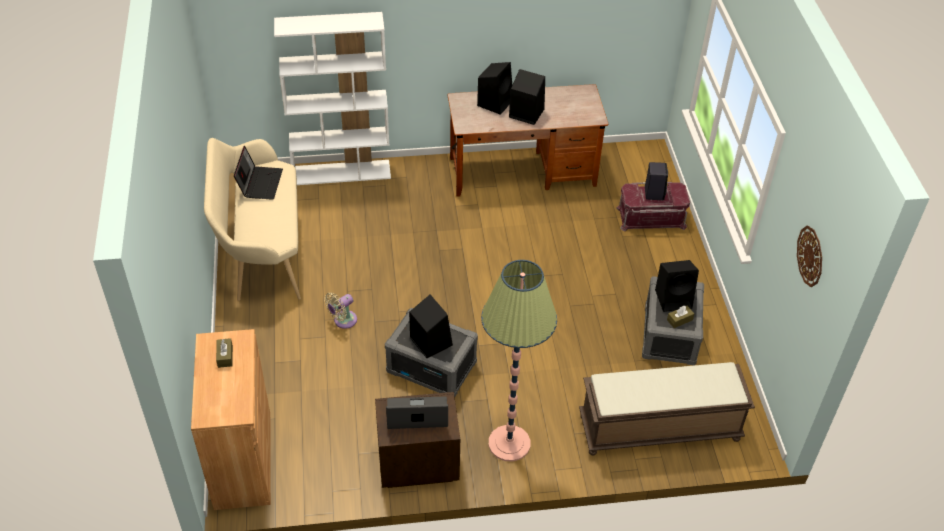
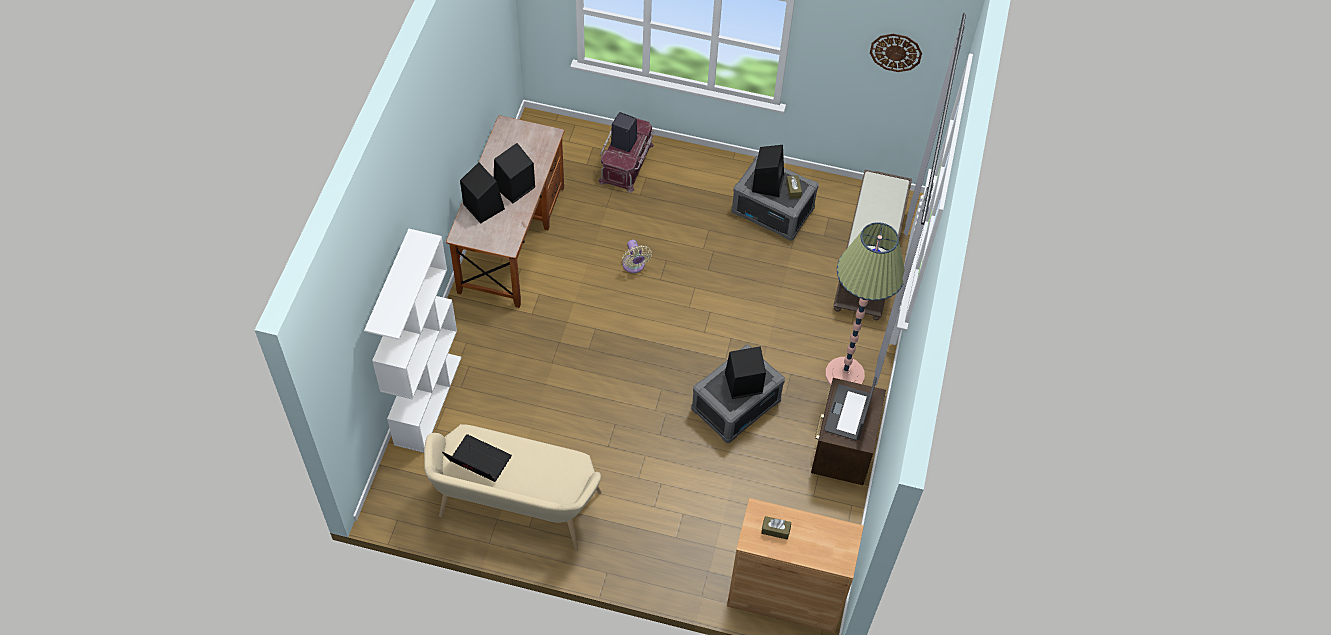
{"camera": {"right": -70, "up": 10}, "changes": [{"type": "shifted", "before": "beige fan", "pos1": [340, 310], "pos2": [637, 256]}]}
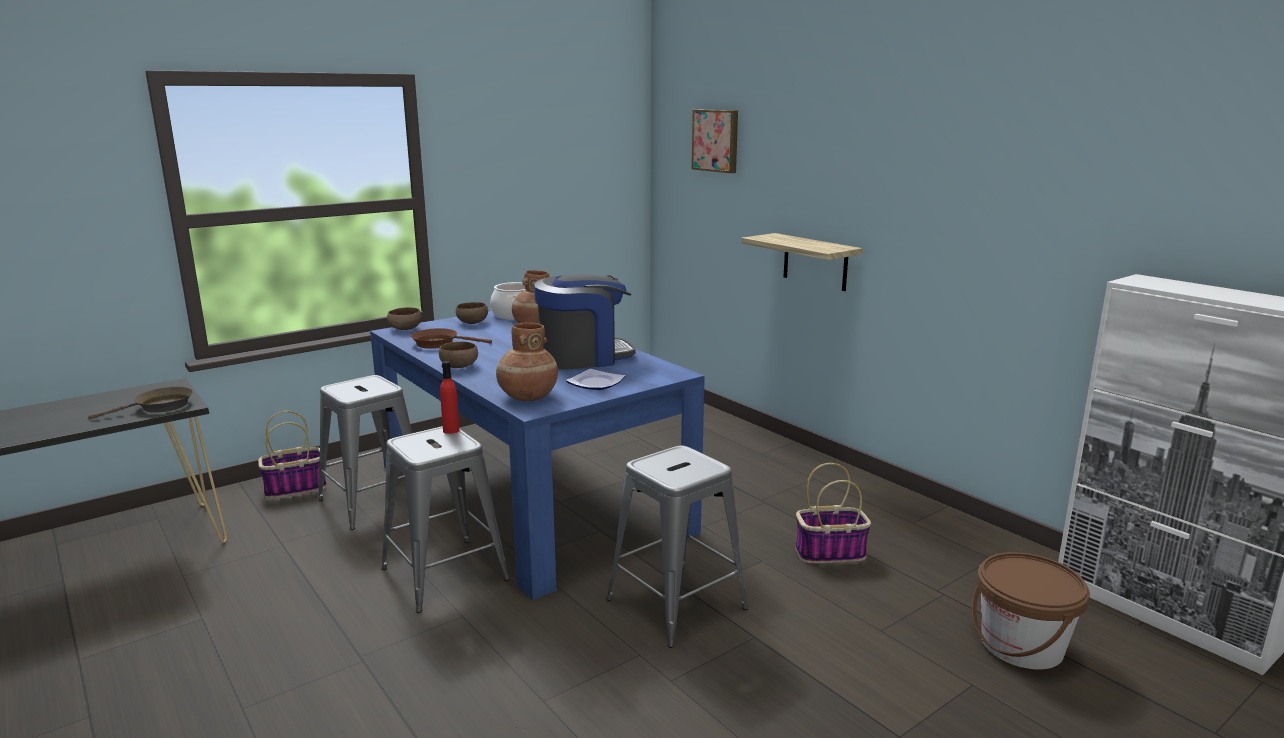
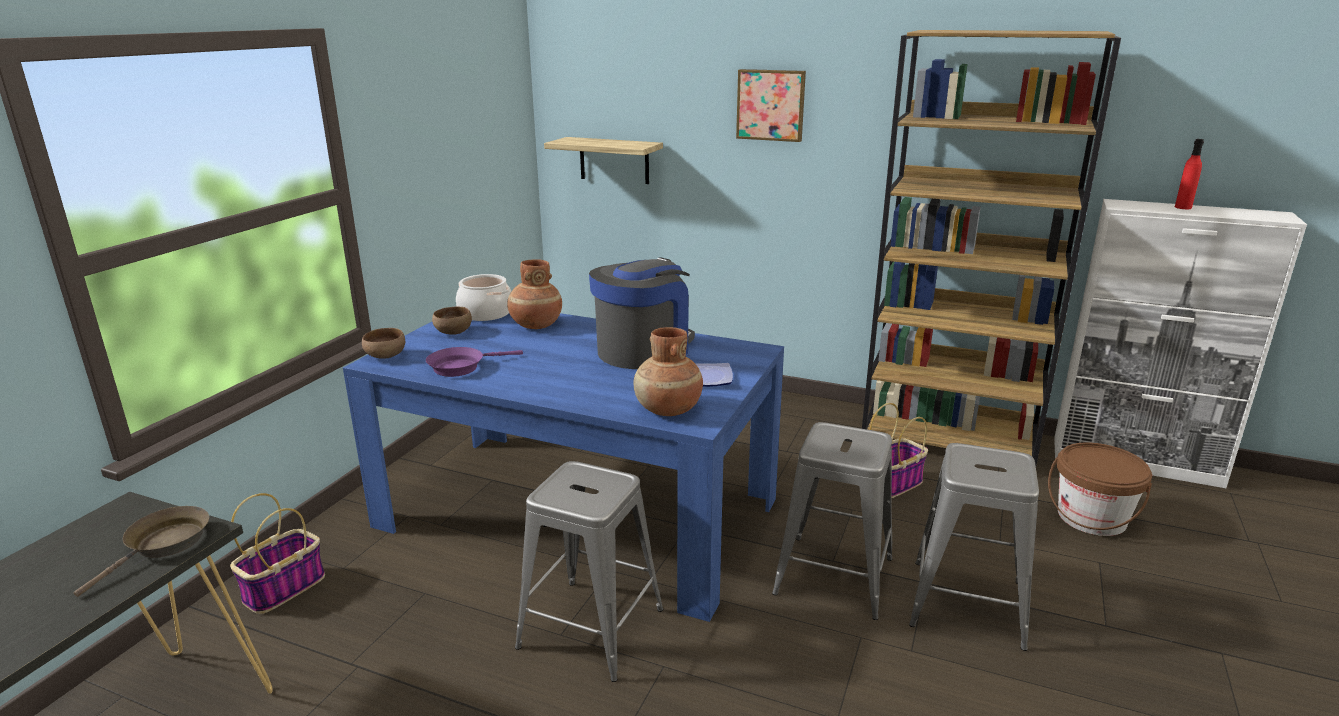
{"camera": {"right": -30, "up": 5}, "changes": [{"type": "shifted", "before": "picture", "pos1": [715, 141], "pos2": [771, 105]}, {"type": "shifted", "before": "shelf", "pos1": [802, 262], "pos2": [603, 160]}, {"type": "repainted", "before": "brown frying pan", "after": "purple frying pan", "pos1": [451, 338], "pos2": [474, 362]}, {"type": "gone", "before": "brown bowl", "pos1": [458, 354]}, {"type": "shifted", "before": "red bottle", "pos1": [449, 397], "pos2": [1189, 174]}, {"type": "shifted", "before": "grey stool", "pos1": [365, 452], "pos2": [974, 547]}, {"type": "new", "after": "brown bookcase", "pos2": [991, 248]}]}
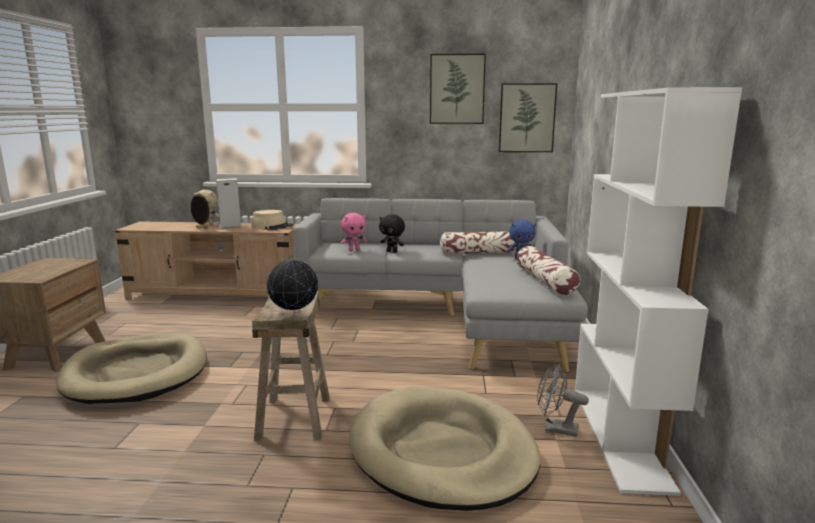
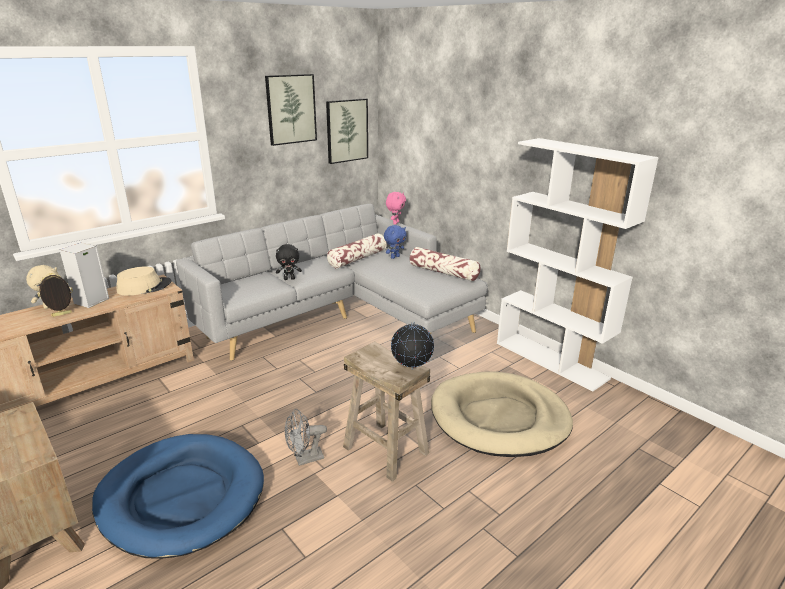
{"camera": {"right": -45, "up": 10}, "changes": [{"type": "shifted", "before": "pink plush toy", "pos1": [354, 232], "pos2": [396, 208]}, {"type": "repainted", "before": "beige dog bed", "after": "blue dog bed", "pos1": [132, 368], "pos2": [178, 496]}, {"type": "shifted", "before": "grey fan", "pos1": [563, 400], "pos2": [306, 437]}]}
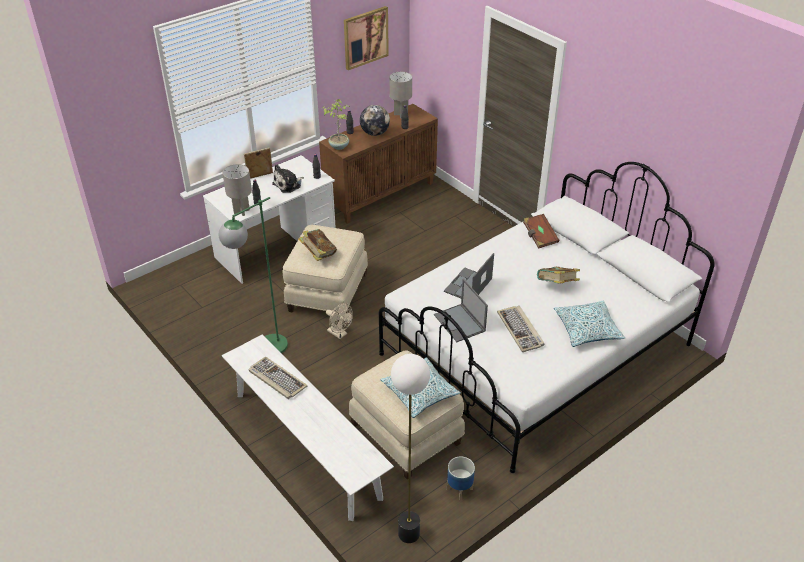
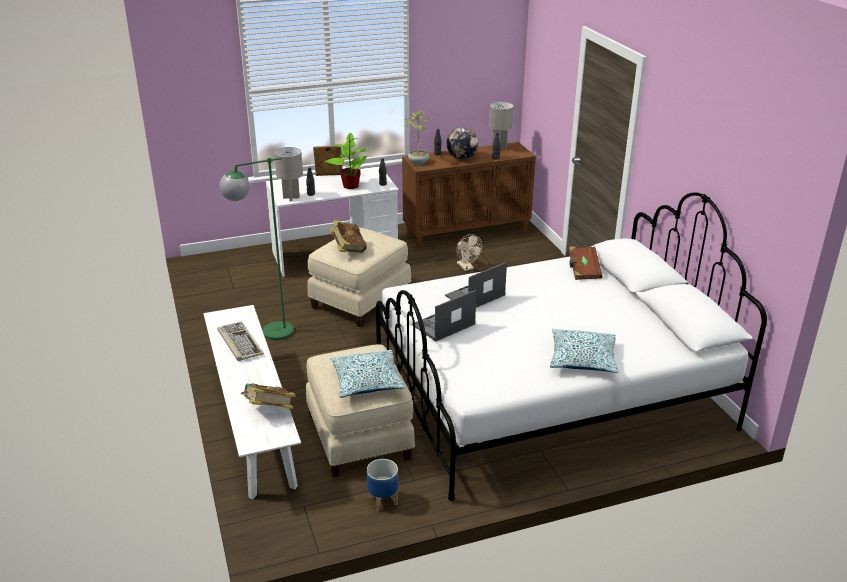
{"camera": {"right": 20, "up": -10}, "changes": [{"type": "gone", "before": "picture", "pos1": [366, 38]}, {"type": "swapped", "before": "plush toy", "after": "potted plant", "pos1": [288, 178], "pos2": [346, 161]}, {"type": "shifted", "before": "book", "pos1": [558, 275], "pos2": [268, 396]}, {"type": "rotated", "before": "laptop", "pos1": [461, 310], "pos2": [444, 316], "turn": 60}, {"type": "shifted", "before": "beige fan", "pos1": [339, 321], "pos2": [469, 252]}, {"type": "gone", "before": "keyboard", "pos1": [520, 329]}, {"type": "gone", "before": "floor lamp", "pos1": [410, 448]}]}
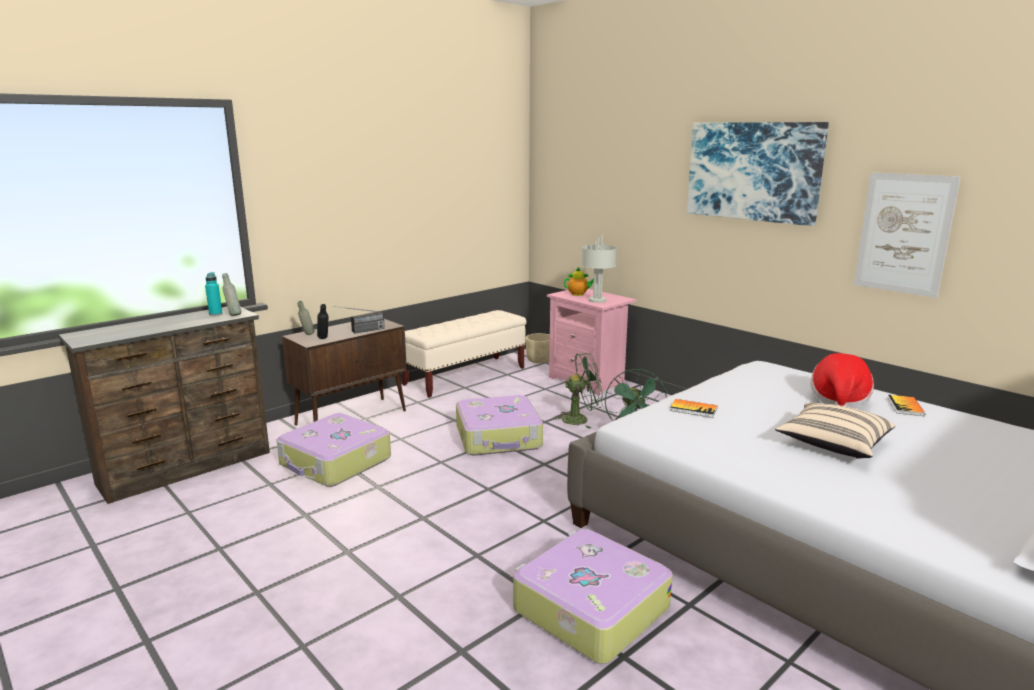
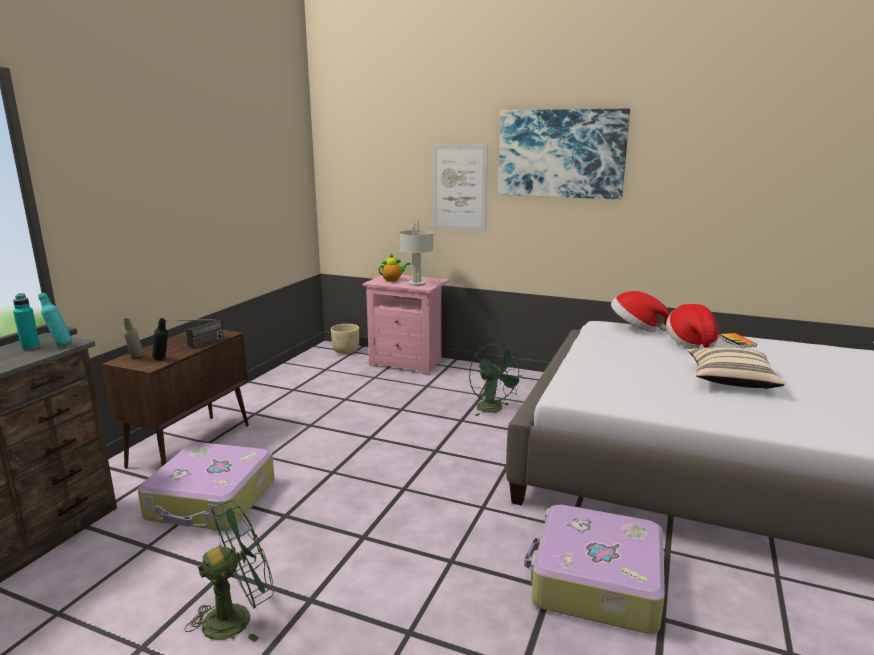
{"camera": {"right": -25, "up": 0}, "changes": [{"type": "shifted", "before": "picture", "pos1": [907, 235], "pos2": [460, 188]}, {"type": "repainted", "before": "grey bottle", "after": "turquoise bottle", "pos1": [231, 294], "pos2": [55, 320]}, {"type": "gone", "before": "beige bench", "pos1": [464, 354]}, {"type": "shifted", "before": "green fan", "pos1": [578, 391], "pos2": [229, 571]}, {"type": "gone", "before": "suitcase", "pos1": [499, 425]}, {"type": "gone", "before": "book", "pos1": [693, 408]}, {"type": "new", "after": "hat", "pos2": [640, 311]}]}
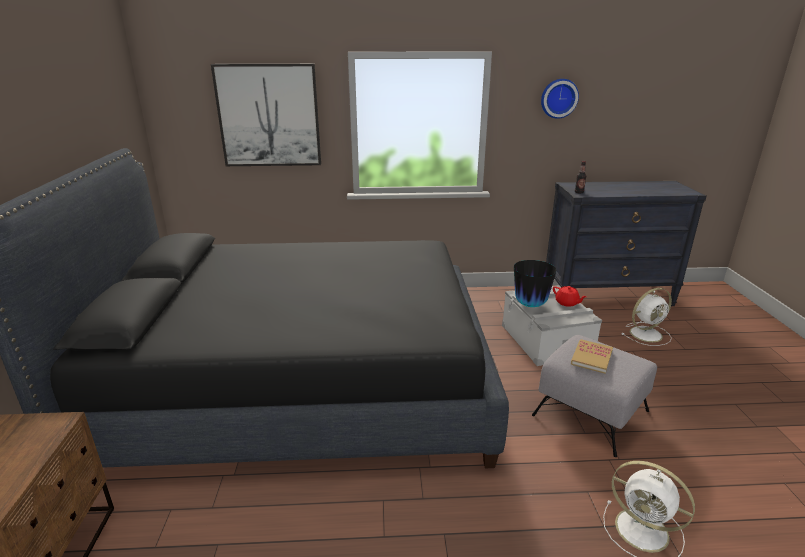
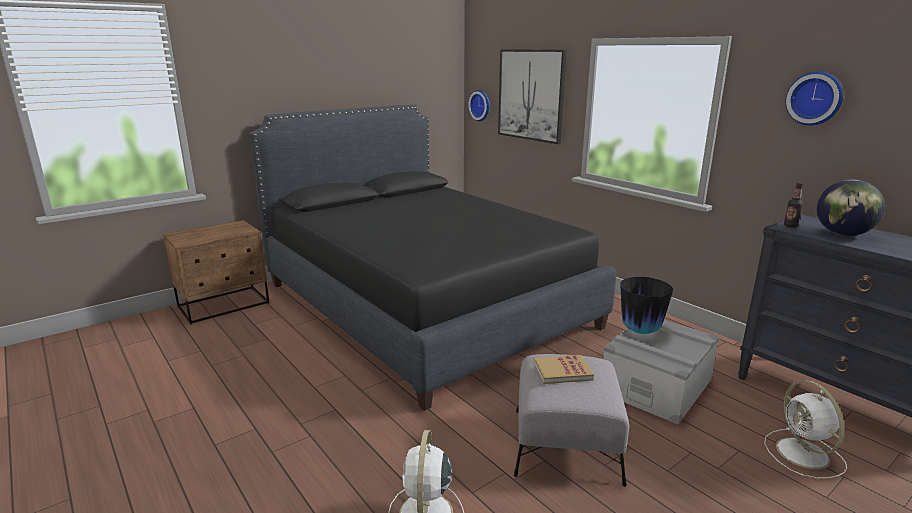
{"camera": {"right": 55, "up": -5}, "changes": [{"type": "gone", "before": "red teapot", "pos1": [570, 296]}, {"type": "rotated", "before": "white fan", "pos1": [646, 317], "pos2": [805, 429], "turn": 45}, {"type": "new", "after": "wall clock", "pos2": [479, 105]}, {"type": "new", "after": "globe", "pos2": [851, 207]}]}
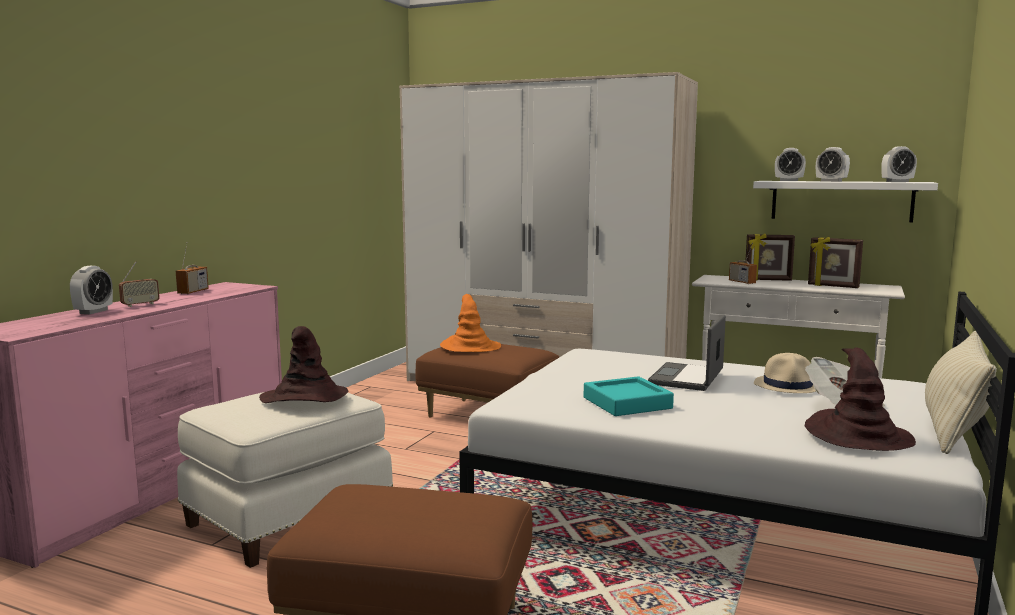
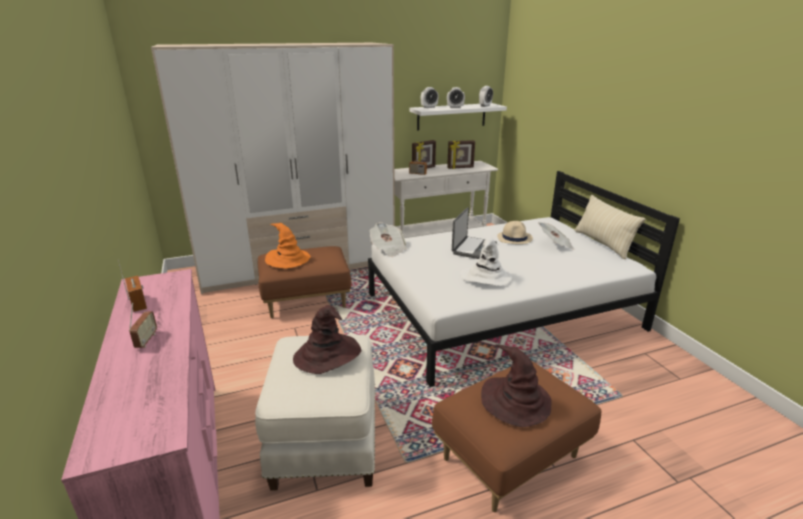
{"camera": {"right": -45, "up": 15}, "changes": [{"type": "gone", "before": "alarm clock", "pos1": [91, 290]}, {"type": "rotated", "before": "laptop", "pos1": [687, 353], "pos2": [474, 233], "turn": -135}, {"type": "shifted", "before": "brown hat", "pos1": [860, 399], "pos2": [516, 385]}, {"type": "swapped", "before": "turquoise tray", "after": "white hat", "pos1": [629, 396], "pos2": [486, 262]}, {"type": "new", "after": "newspaper", "pos2": [388, 239]}]}
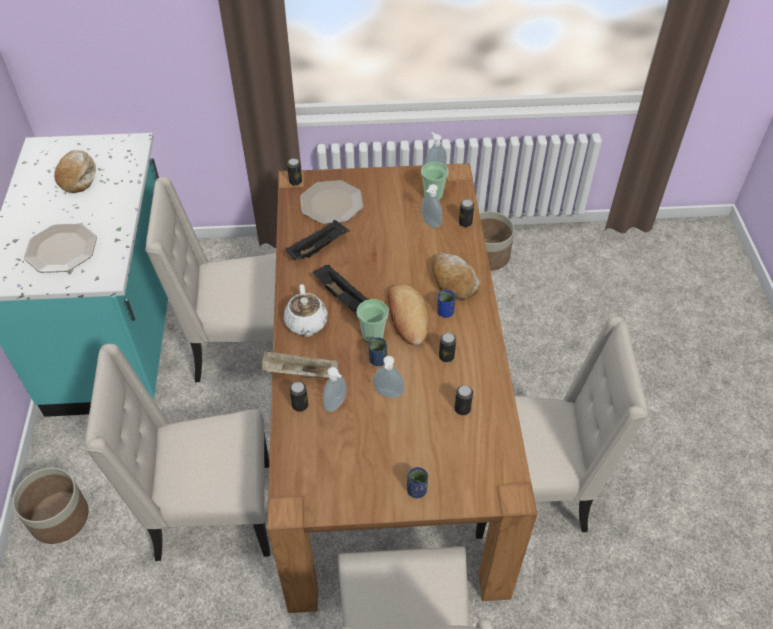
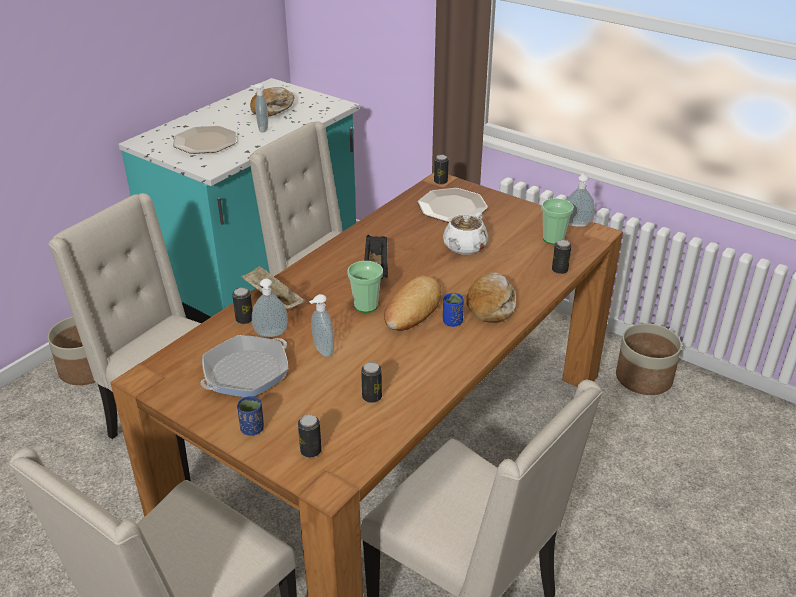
{"camera": {"right": 40, "up": -15}, "changes": [{"type": "shifted", "before": "soap dispenser", "pos1": [431, 206], "pos2": [259, 108]}, {"type": "gone", "before": "black tray", "pos1": [318, 240]}, {"type": "shifted", "before": "white teapot", "pos1": [306, 310], "pos2": [465, 234]}, {"type": "shifted", "before": "can", "pos1": [447, 347], "pos2": [310, 436]}, {"type": "gone", "before": "blue cup", "pos1": [378, 351]}, {"type": "new", "after": "frying pan", "pos2": [244, 366]}]}
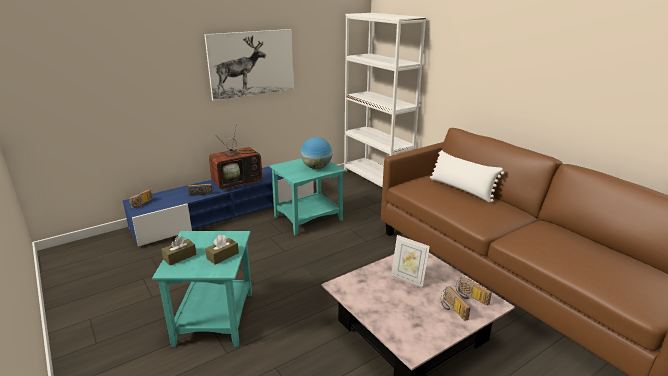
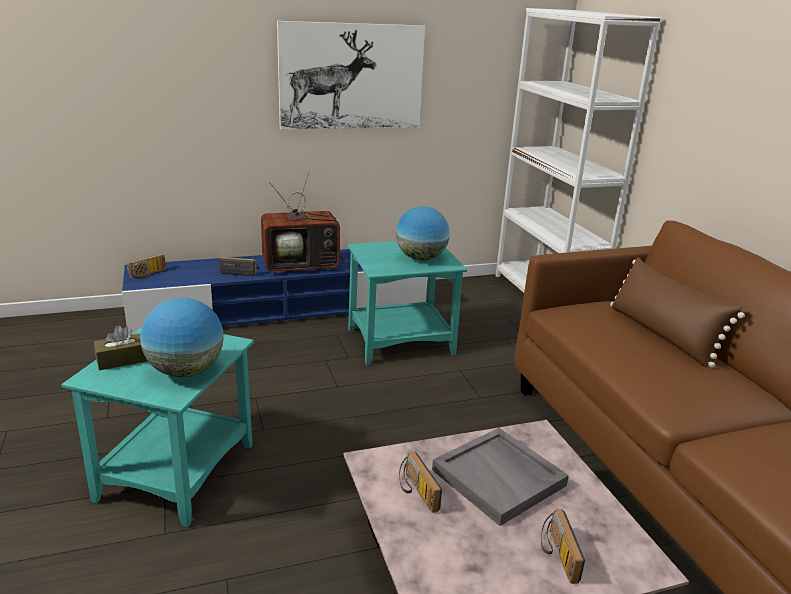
{"camera": {"right": 15, "up": 0}, "changes": [{"type": "repainted", "before": "white pillow", "after": "brown pillow", "pos1": [467, 176], "pos2": [677, 312]}, {"type": "swapped", "before": "brown tissue box", "after": "globe", "pos1": [222, 249], "pos2": [181, 337]}, {"type": "swapped", "before": "picture frame", "after": "grey tray", "pos1": [410, 261], "pos2": [500, 477]}, {"type": "shifted", "before": "radio", "pos1": [474, 291], "pos2": [420, 482]}]}
